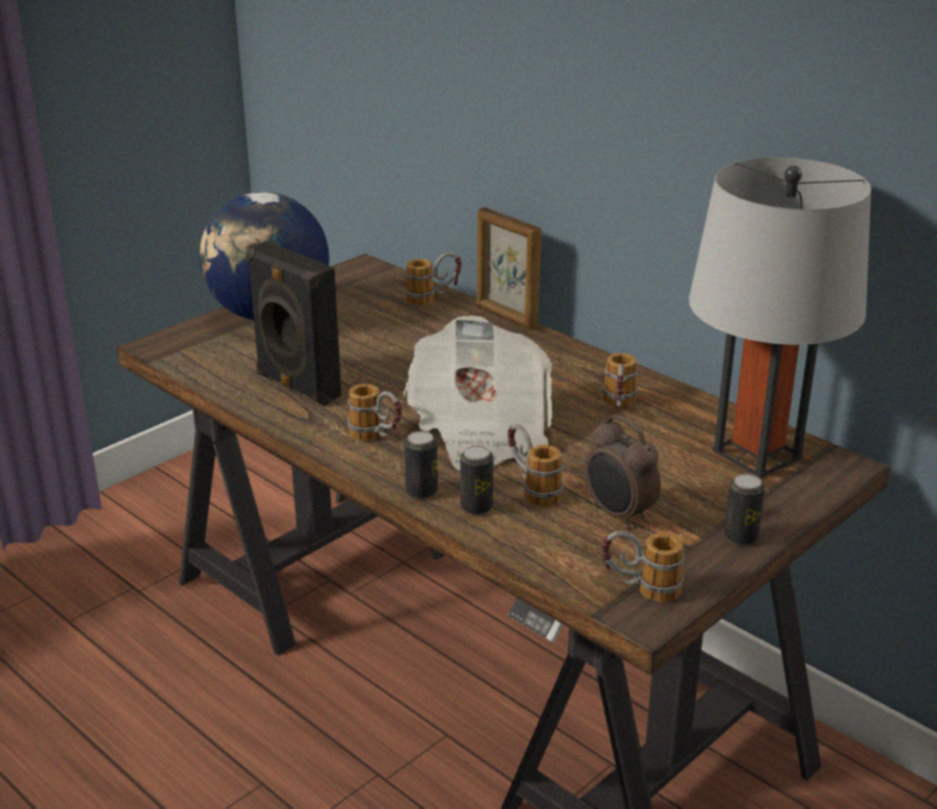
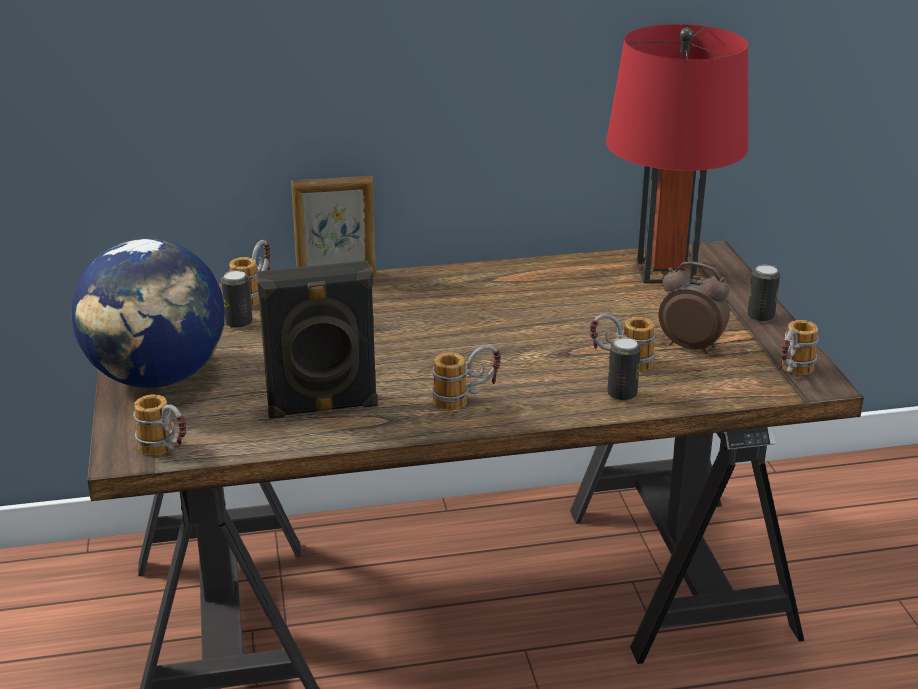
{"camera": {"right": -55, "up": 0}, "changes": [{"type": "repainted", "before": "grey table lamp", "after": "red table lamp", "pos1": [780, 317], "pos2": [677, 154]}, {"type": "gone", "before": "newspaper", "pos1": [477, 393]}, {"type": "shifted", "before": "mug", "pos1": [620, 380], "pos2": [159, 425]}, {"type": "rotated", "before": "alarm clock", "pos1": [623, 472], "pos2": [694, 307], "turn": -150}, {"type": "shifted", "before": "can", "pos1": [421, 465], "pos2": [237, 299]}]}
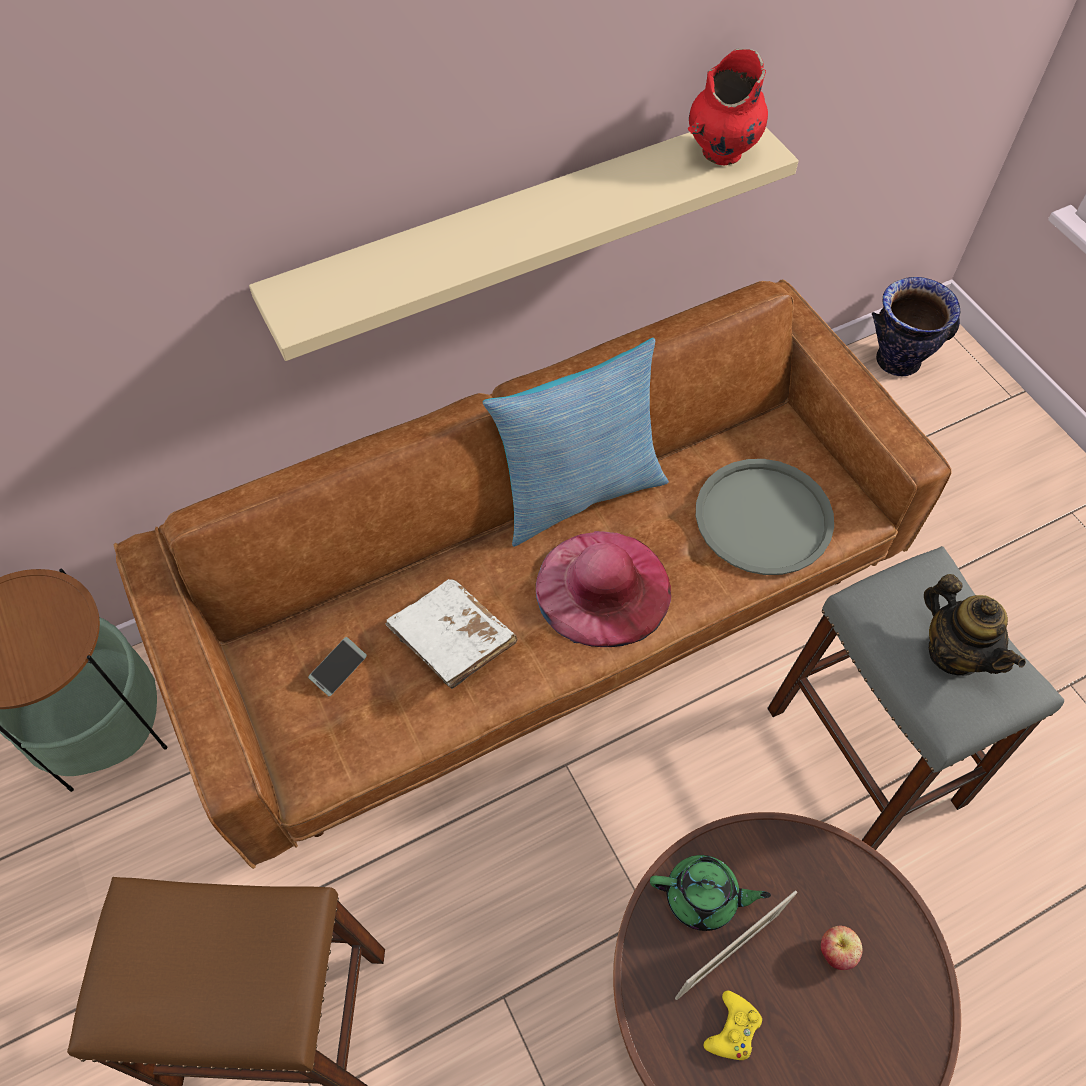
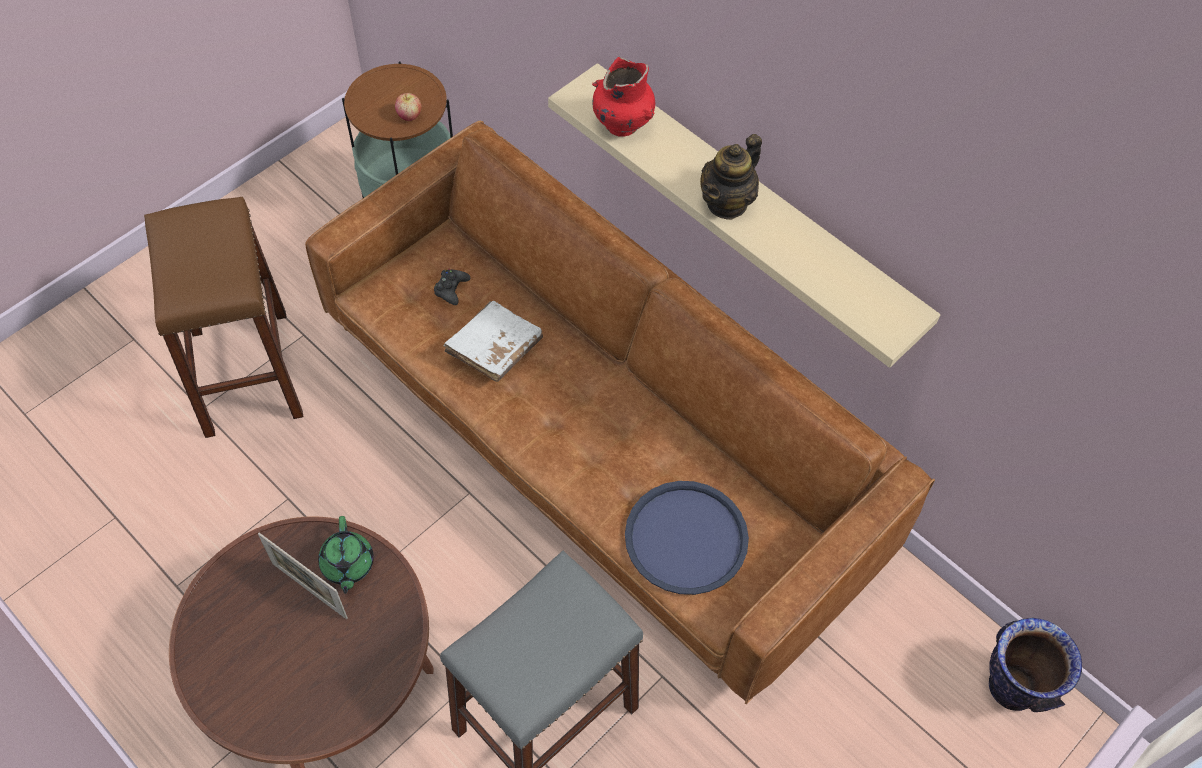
{"camera": {"right": 70, "up": 0}, "changes": [{"type": "shifted", "before": "red vase", "pos1": [728, 107], "pos2": [623, 97]}, {"type": "gone", "before": "pillow", "pos1": [576, 442]}, {"type": "repainted", "before": "grey tray", "after": "blue tray", "pos1": [765, 517], "pos2": [687, 538]}, {"type": "gone", "before": "pink hat", "pos1": [603, 589]}, {"type": "shifted", "before": "teapot", "pos1": [975, 625], "pos2": [731, 177]}, {"type": "swapped", "before": "phone", "after": "black game controller", "pos1": [337, 666], "pos2": [452, 287]}, {"type": "shifted", "before": "apple", "pos1": [842, 948], "pos2": [408, 107]}, {"type": "gone", "before": "yellow game controller", "pos1": [733, 1025]}]}
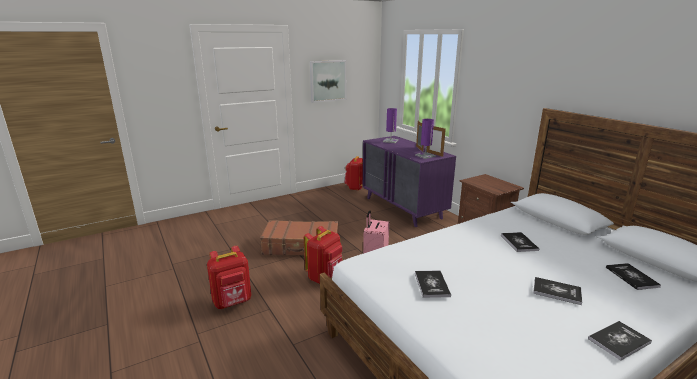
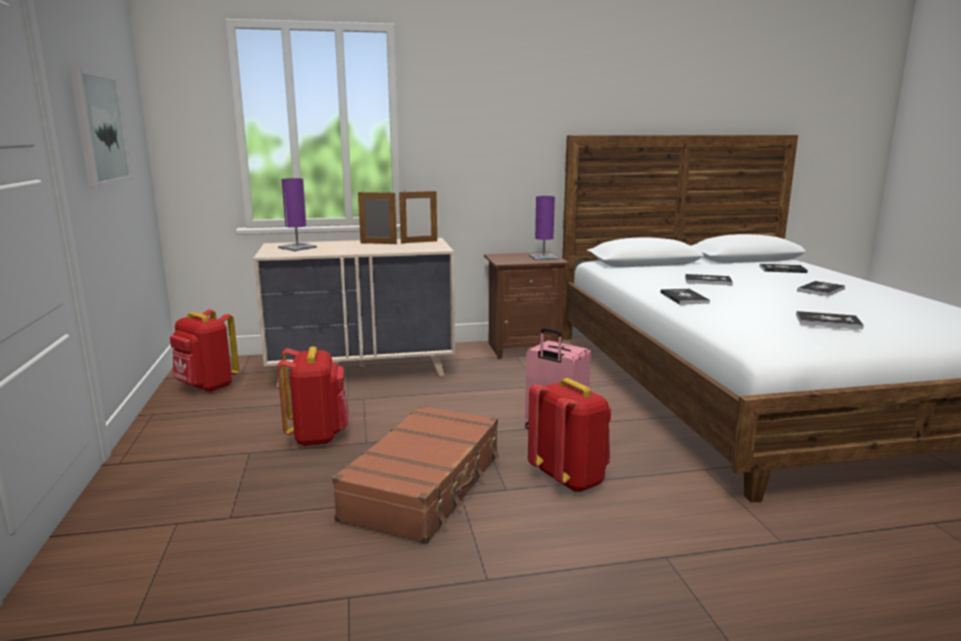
{"camera": {"right": -70, "up": -5}, "changes": [{"type": "shifted", "before": "purple table lamp", "pos1": [425, 139], "pos2": [544, 228]}, {"type": "repainted", "before": "purple dresser", "after": "beige dresser", "pos1": [409, 181], "pos2": [354, 313]}, {"type": "shifted", "before": "red backpack", "pos1": [229, 277], "pos2": [313, 396]}, {"type": "shifted", "before": "book", "pos1": [620, 341], "pos2": [685, 297]}]}
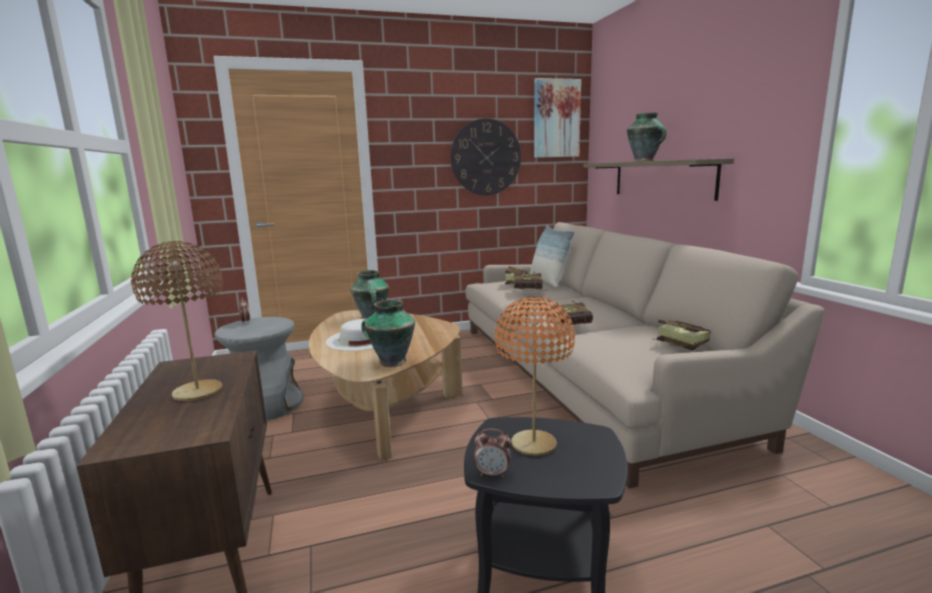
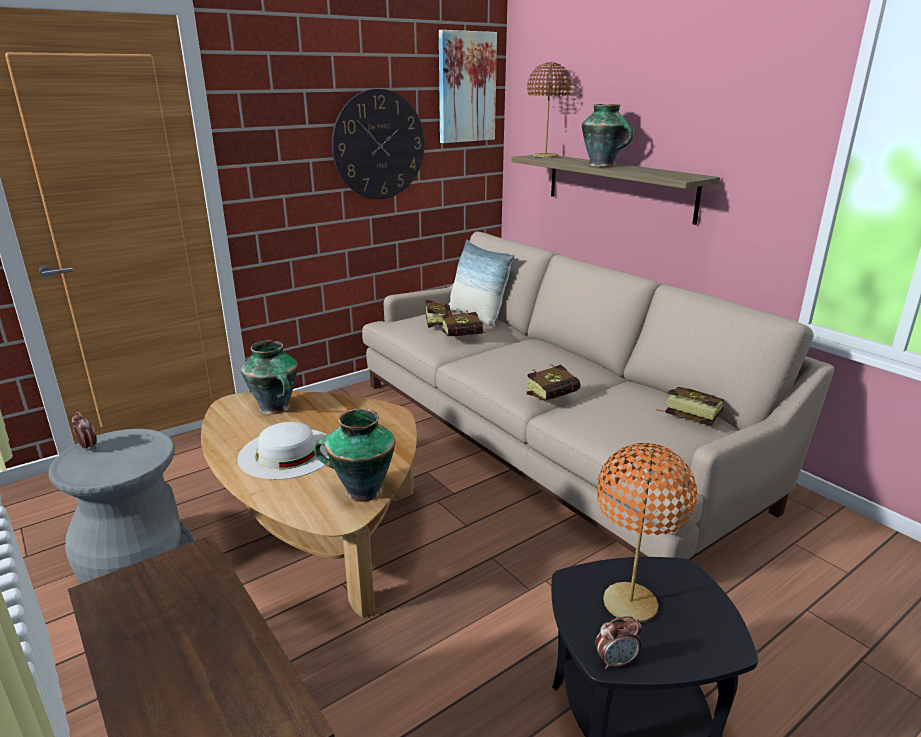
{"camera": {"right": -20, "up": 10}, "changes": [{"type": "shifted", "before": "brown table lamp", "pos1": [177, 321], "pos2": [549, 109]}]}
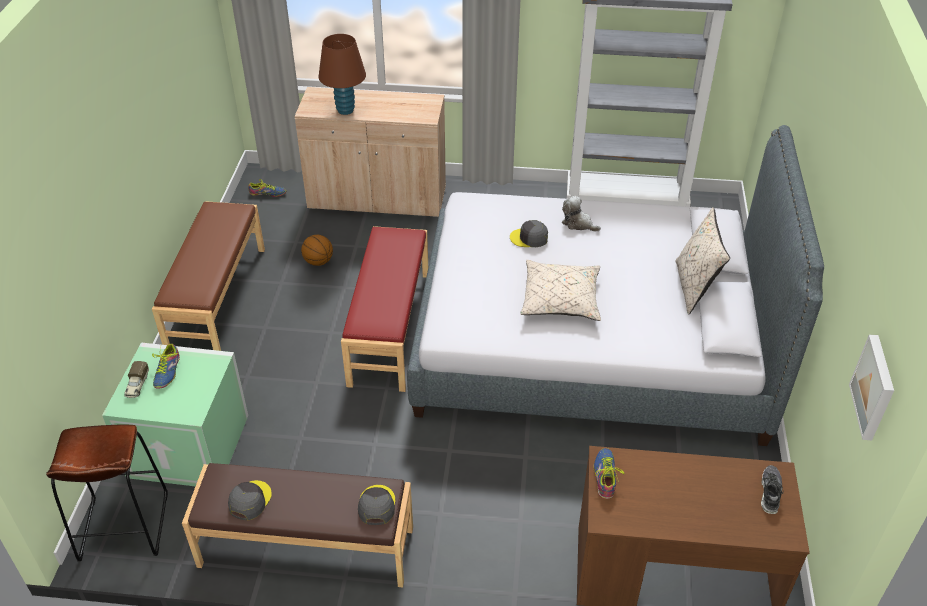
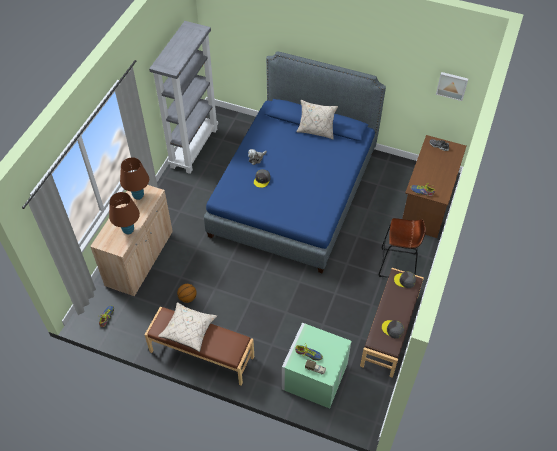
{"camera": {"right": -75, "up": 10}, "changes": [{"type": "repainted", "before": "grey bed", "after": "blue bed", "pos1": [615, 285], "pos2": [295, 162]}, {"type": "gone", "before": "red bench", "pos1": [384, 309]}, {"type": "shifted", "before": "beige pillow", "pos1": [560, 290], "pos2": [187, 327]}, {"type": "shifted", "before": "brown stool", "pos1": [107, 492], "pos2": [402, 248]}, {"type": "new", "after": "brown table lamp", "pos2": [134, 178]}]}
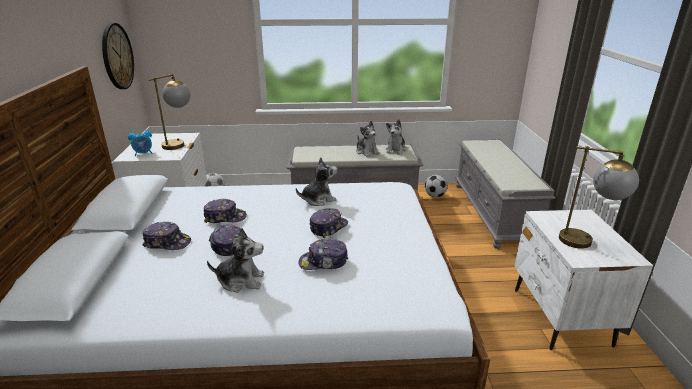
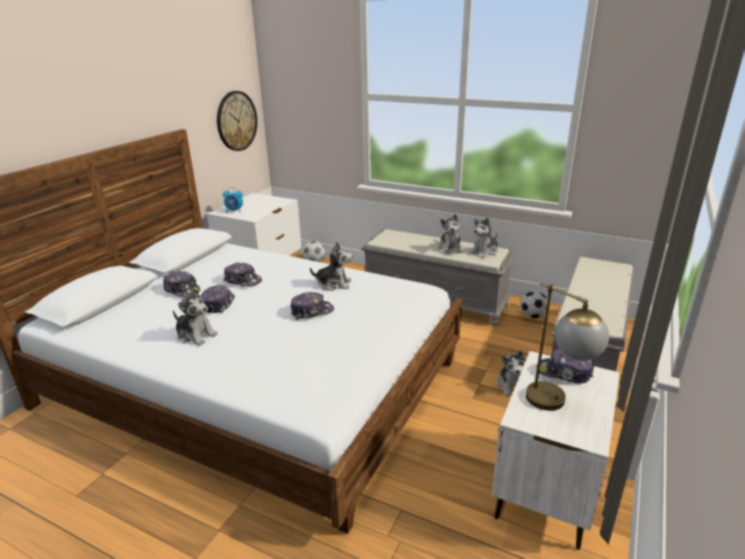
{"camera": {"right": 30, "up": 0}, "changes": [{"type": "gone", "before": "table lamp", "pos1": [169, 112]}, {"type": "shifted", "before": "cap", "pos1": [323, 254], "pos2": [565, 366]}, {"type": "new", "after": "plush toy", "pos2": [510, 373]}]}
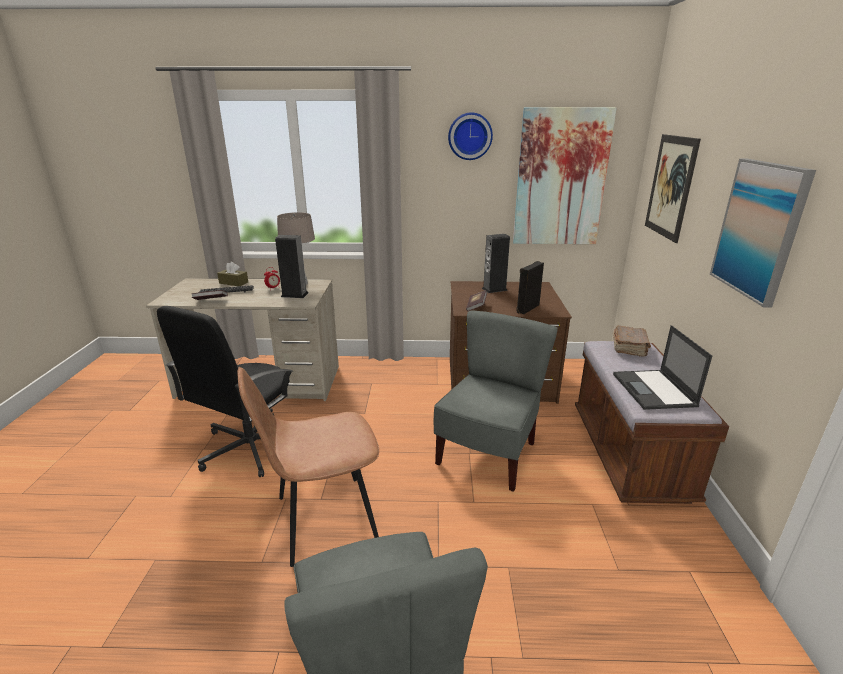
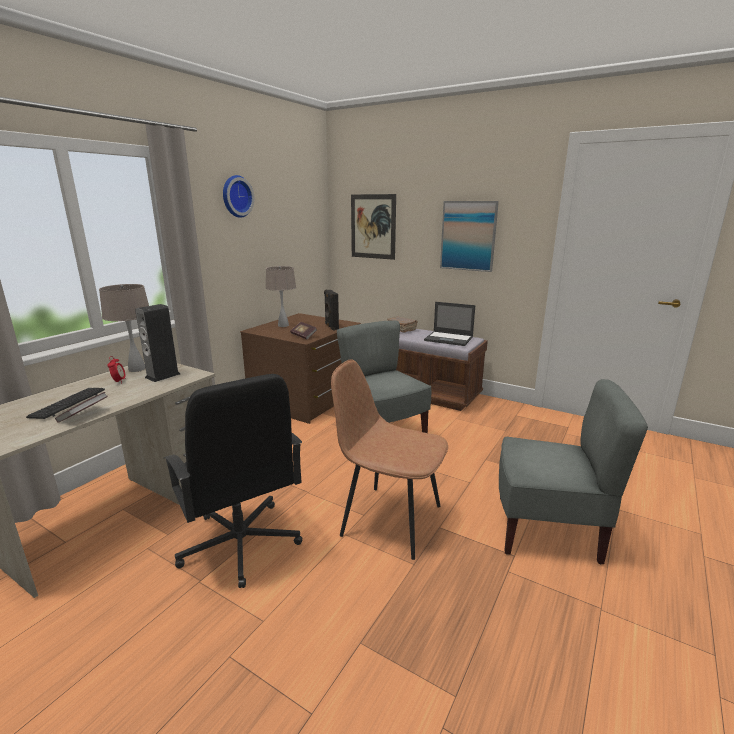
{"camera": {"right": -60, "up": -5}, "changes": [{"type": "gone", "before": "picture", "pos1": [565, 175]}, {"type": "swapped", "before": "speaker", "after": "beige table lamp", "pos1": [496, 263], "pos2": [281, 296]}, {"type": "gone", "before": "brown tissue box", "pos1": [232, 274]}, {"type": "rotated", "before": "brown chair", "pos1": [308, 467], "pos2": [389, 459], "turn": 105}]}
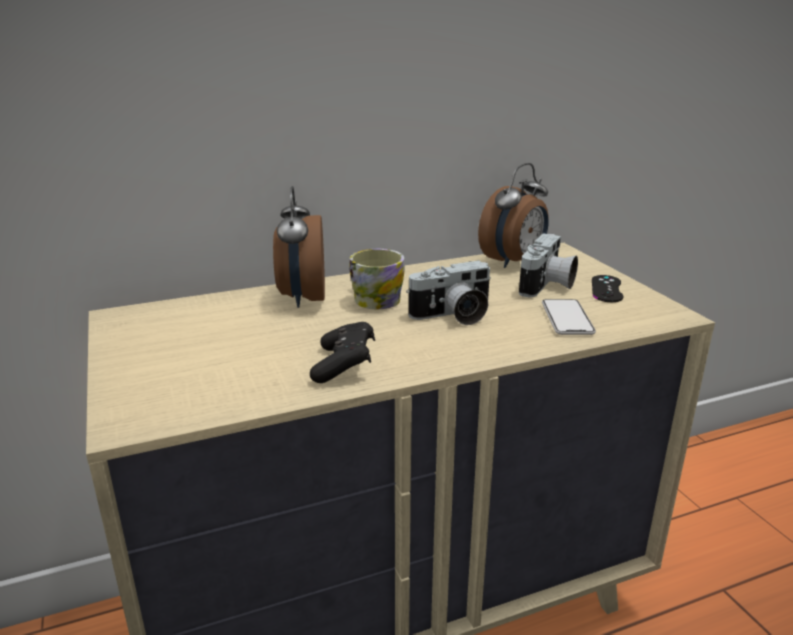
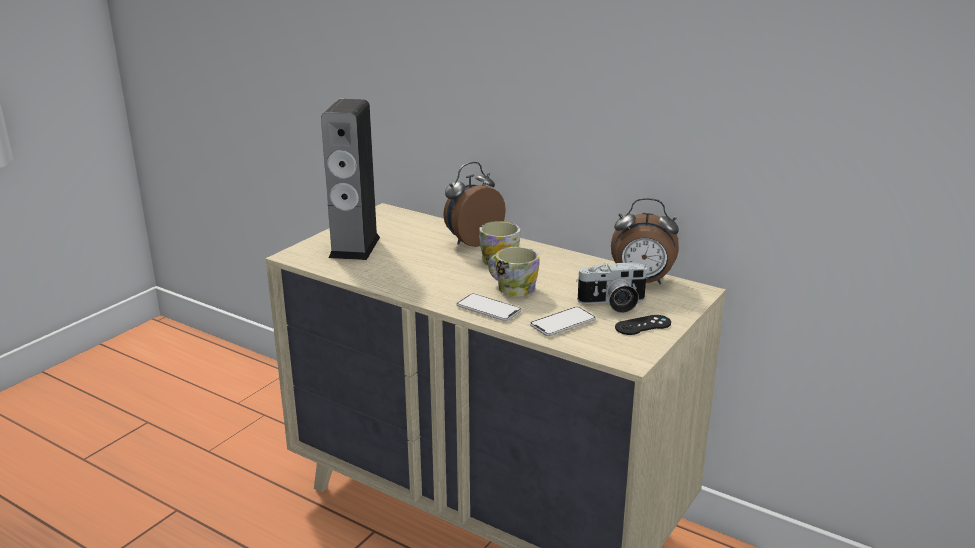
{"camera": {"right": 55, "up": 0}, "changes": [{"type": "swapped", "before": "photo camera", "after": "mug", "pos1": [448, 292], "pos2": [513, 272]}, {"type": "gone", "before": "black game controller", "pos1": [342, 352]}, {"type": "new", "after": "speaker", "pos2": [350, 179]}, {"type": "new", "after": "phone", "pos2": [489, 307]}]}
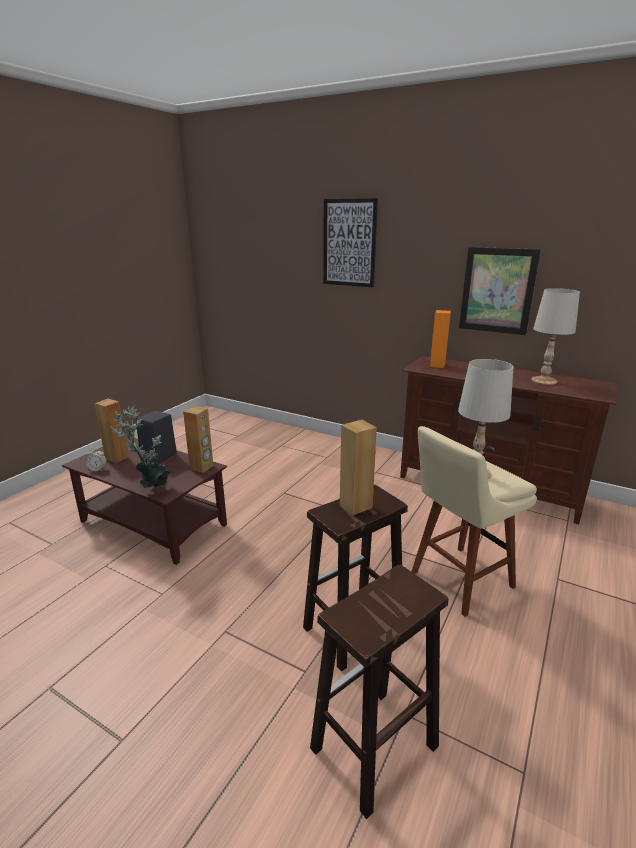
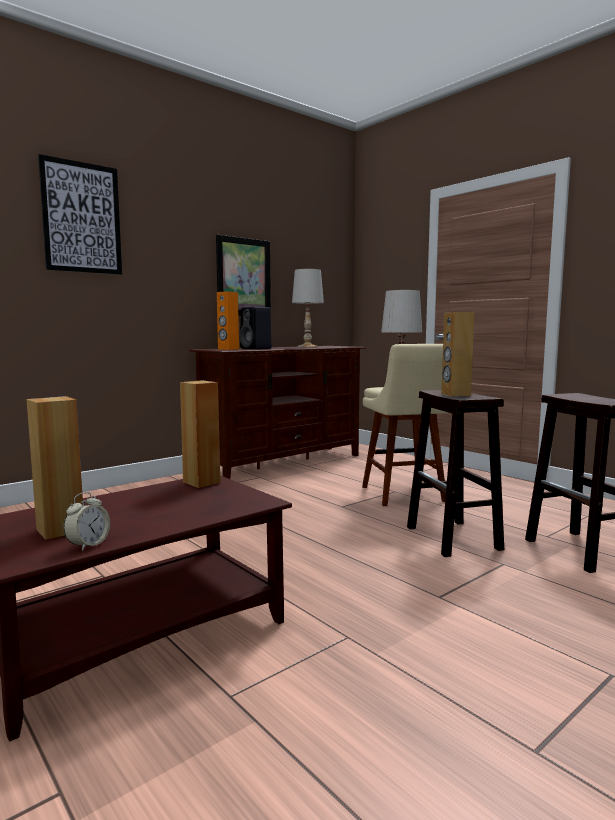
{"camera": {"right": -70, "up": -15}, "changes": [{"type": "gone", "before": "potted plant", "pos1": [142, 447]}, {"type": "shifted", "before": "black speaker", "pos1": [156, 436], "pos2": [255, 328]}]}
